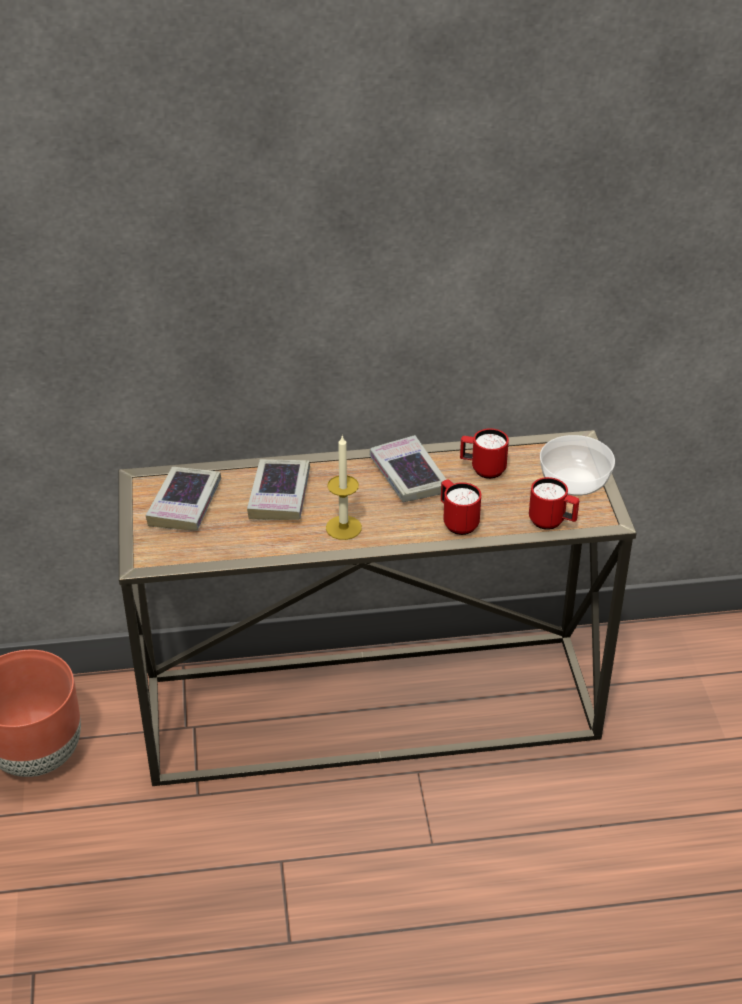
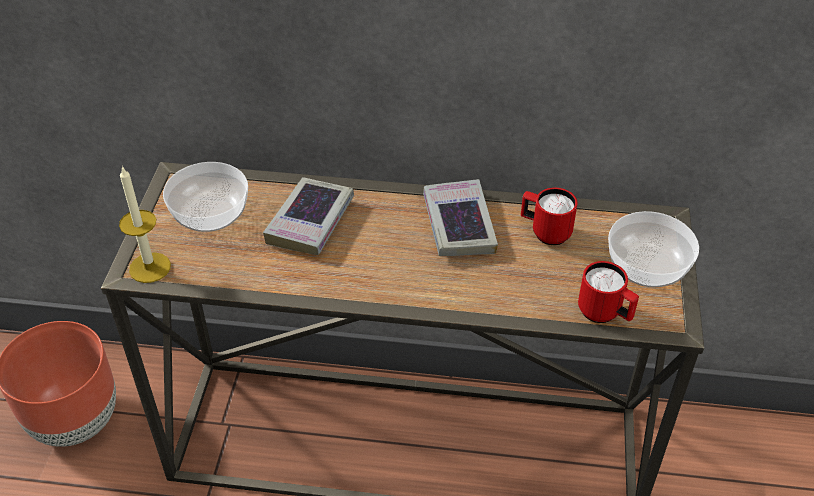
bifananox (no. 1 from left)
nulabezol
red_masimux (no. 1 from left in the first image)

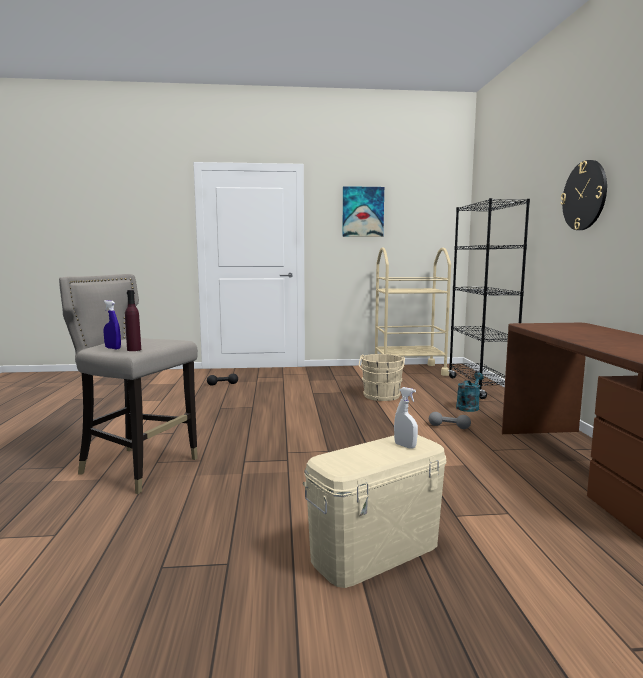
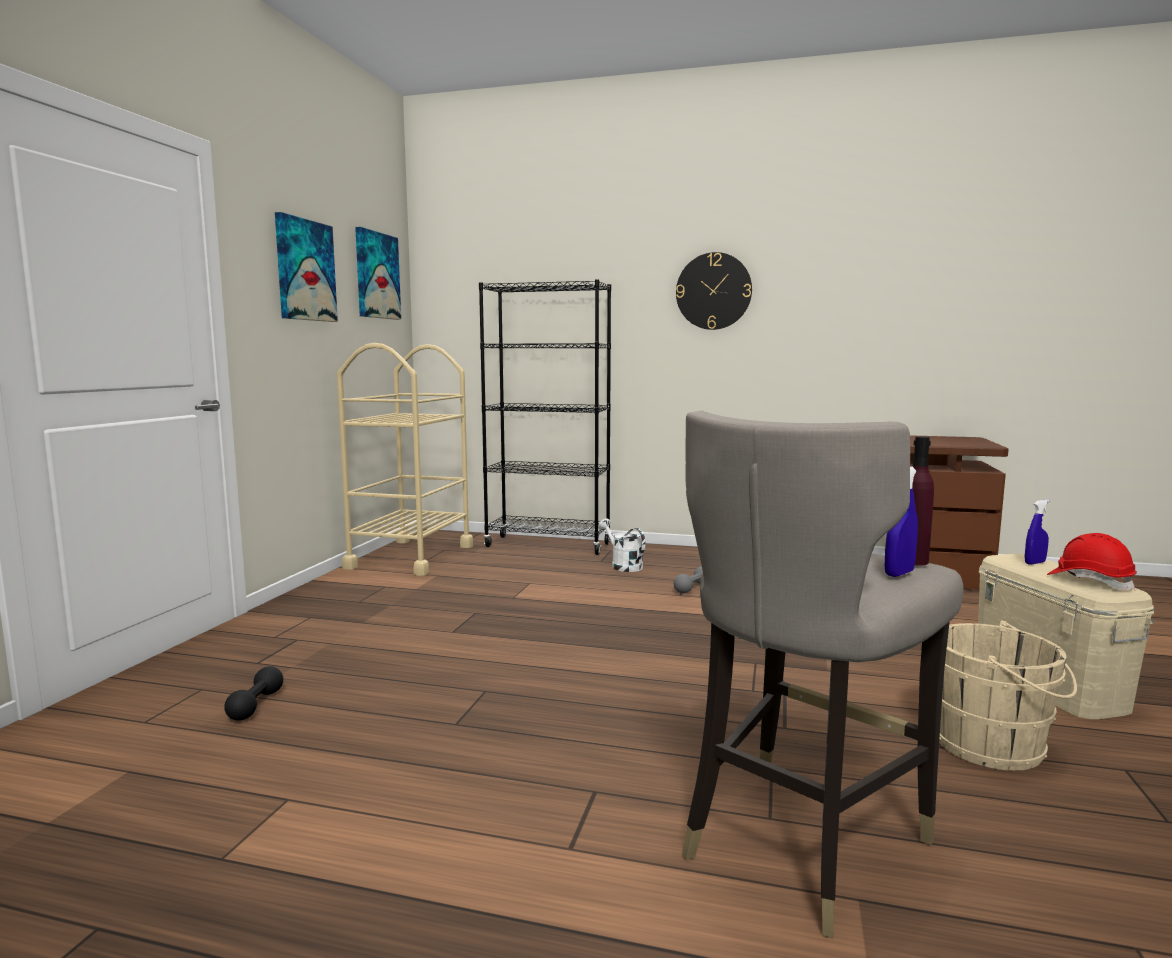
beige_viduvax
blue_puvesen (no. 2 from left)
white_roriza
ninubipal (no. 2 from left)
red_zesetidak

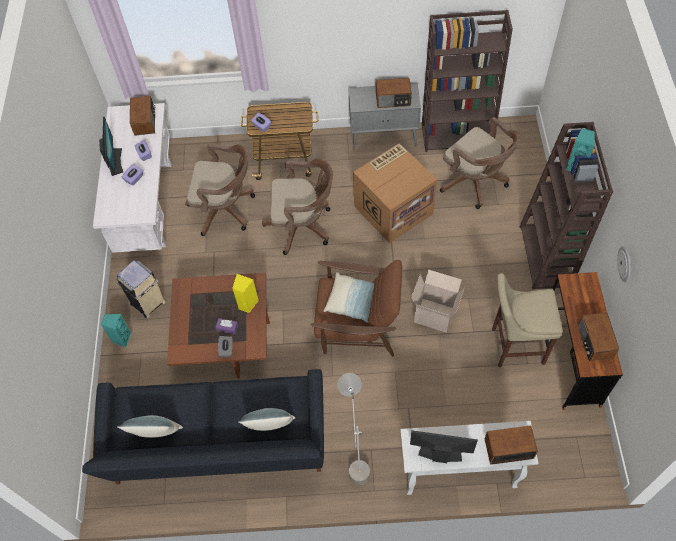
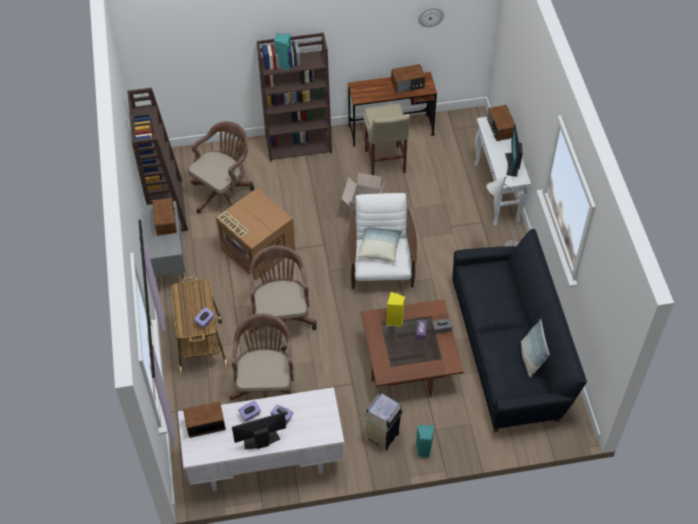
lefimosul (no. 2 from left in the first image)
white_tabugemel
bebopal

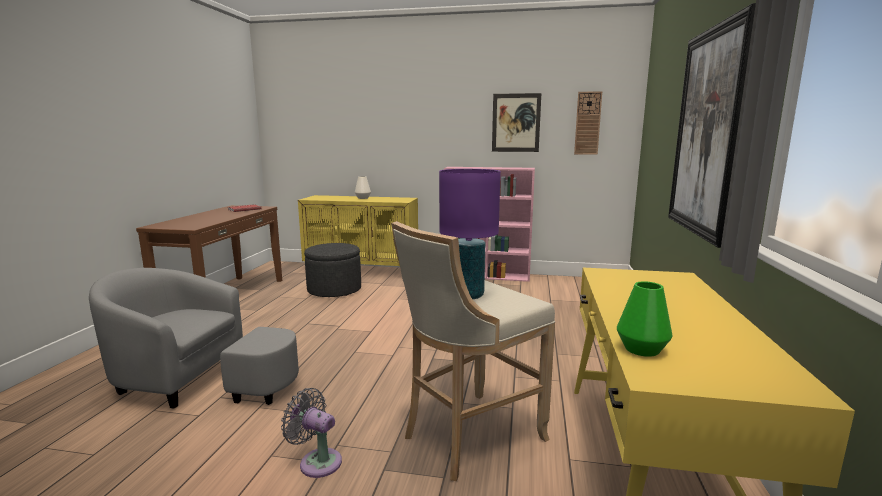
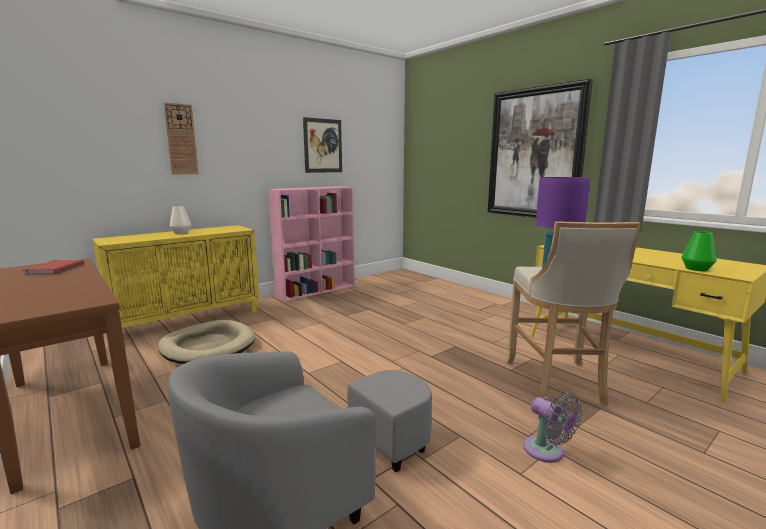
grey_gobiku
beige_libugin
bebopal

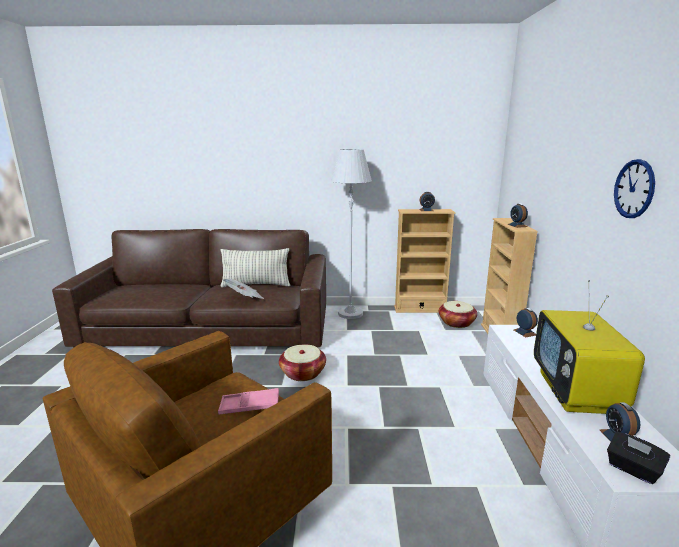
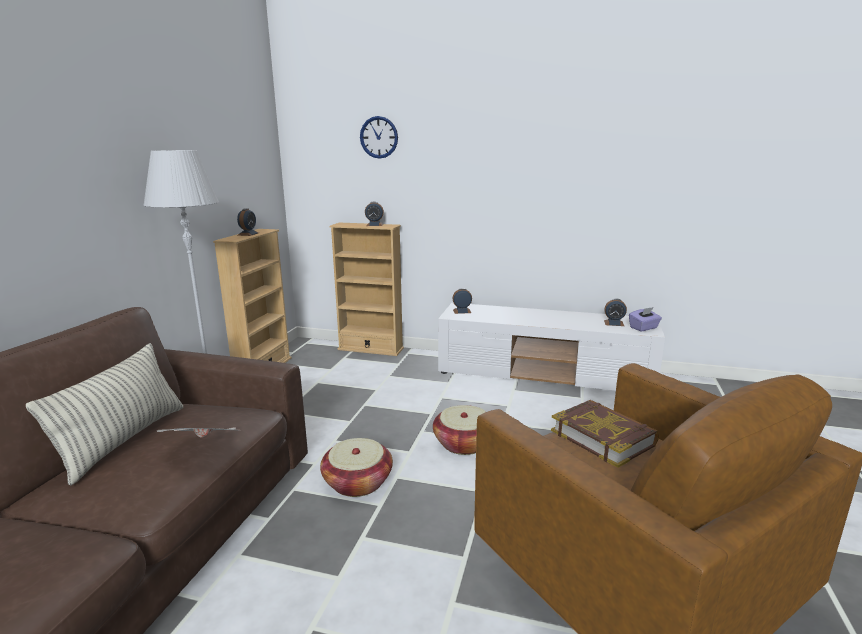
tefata
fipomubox (no. 2 from left)
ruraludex
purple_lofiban
bebopal

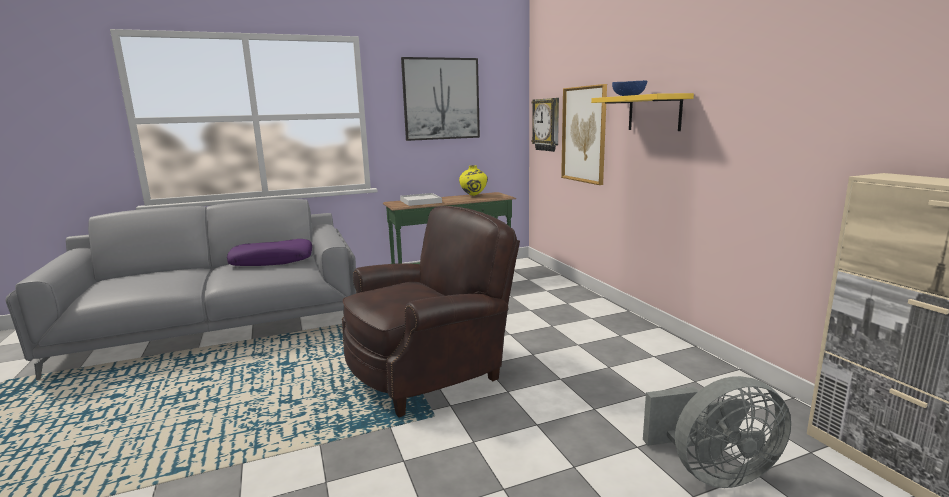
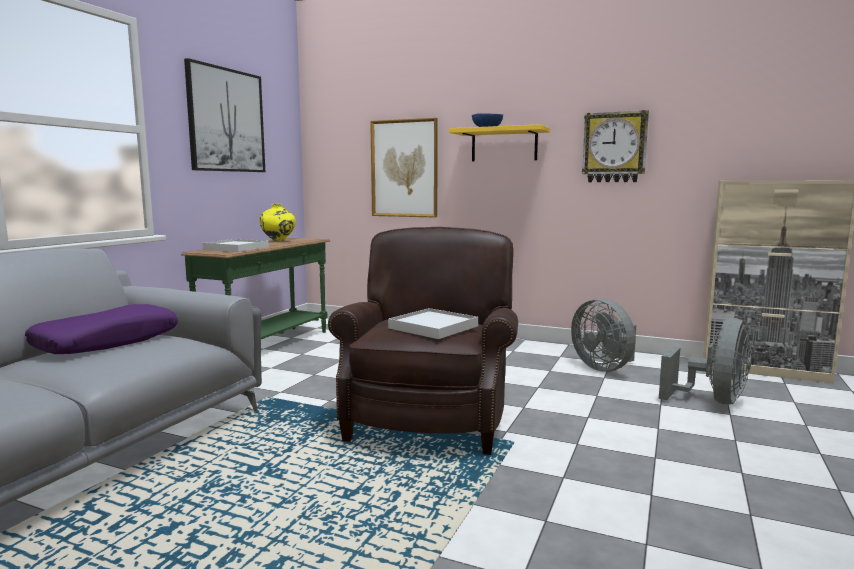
bebopal
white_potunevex (no. 2 from left)
grey_gobiku (no. 1 from left)

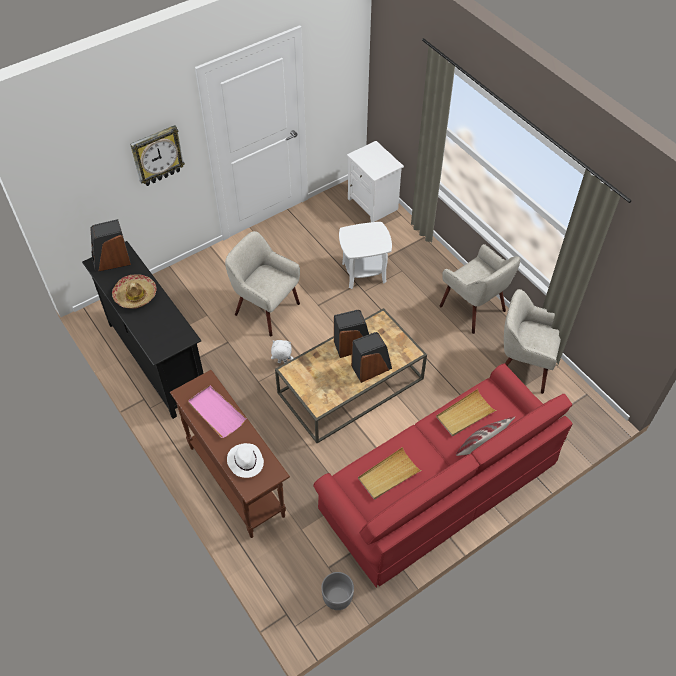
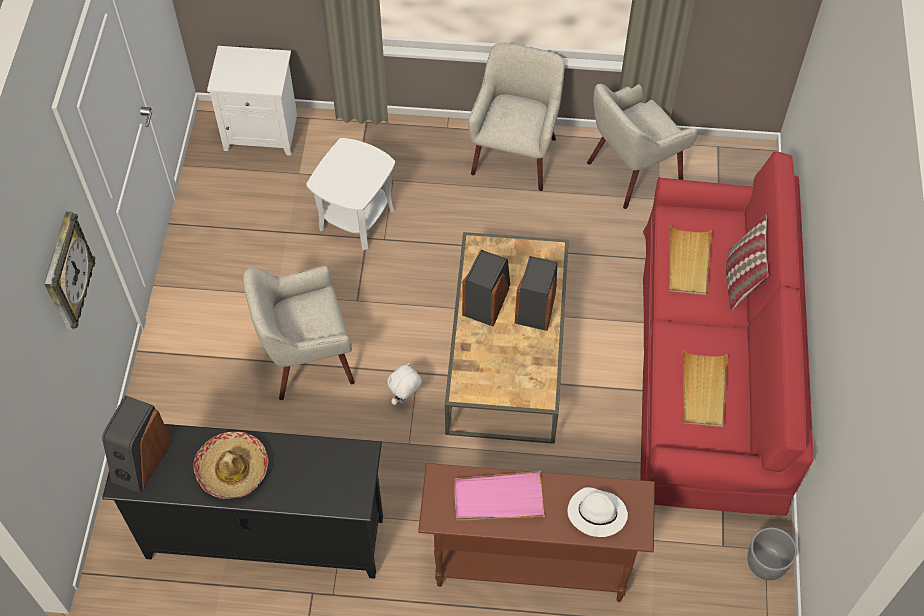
beige_tabugemel (no. 2 from left)

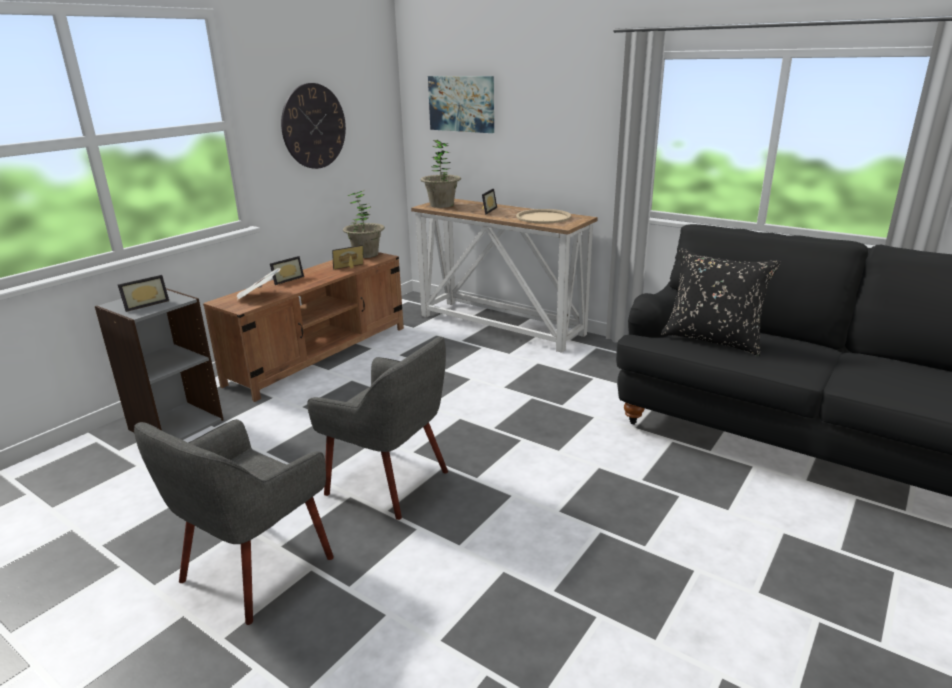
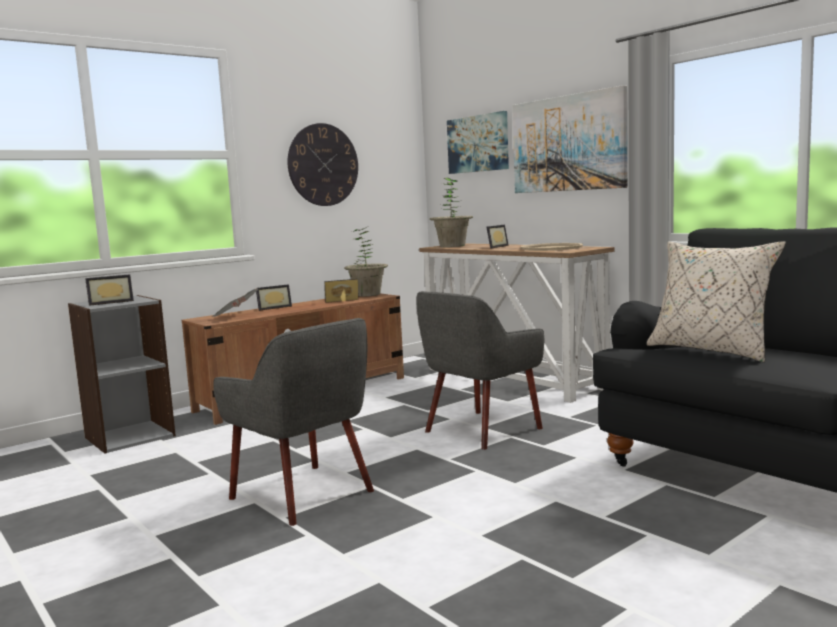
grey_tabugemel (no. 2 from left)
beige_lefimosul
ninubipal (no. 2 from left)

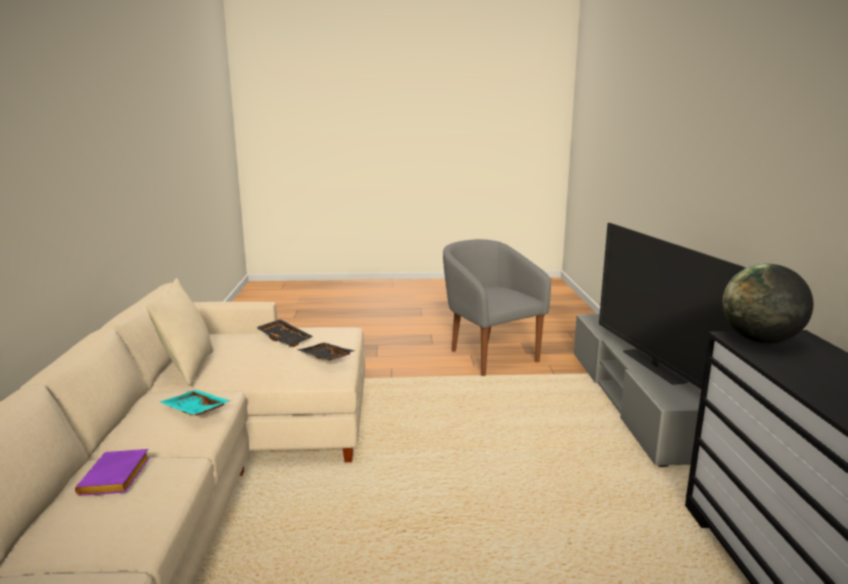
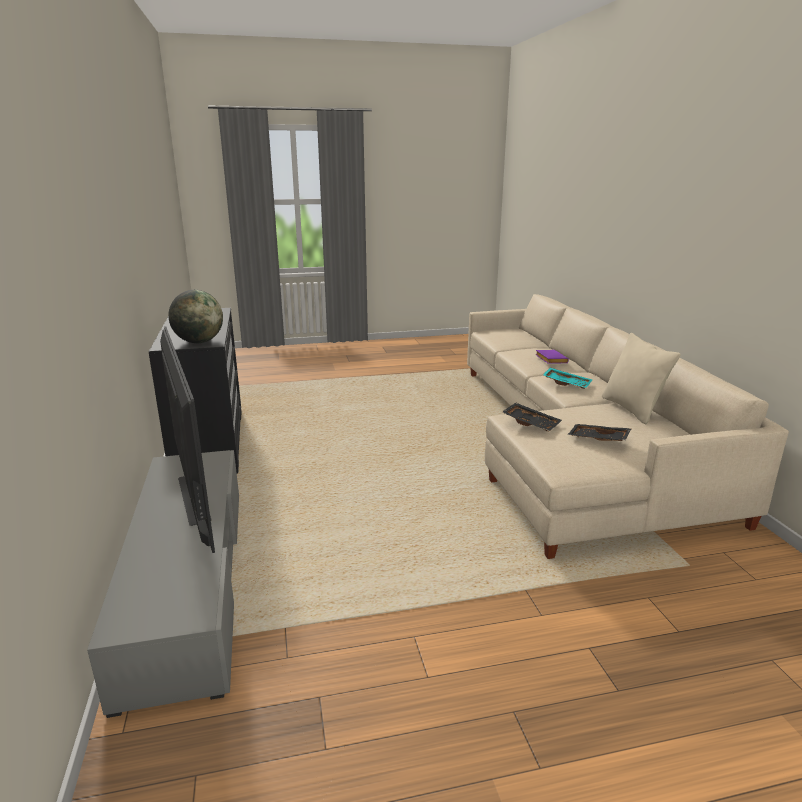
grey_tabugemel

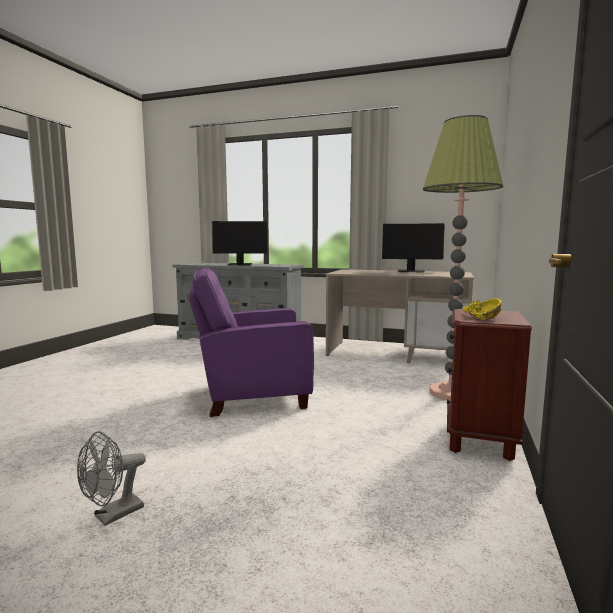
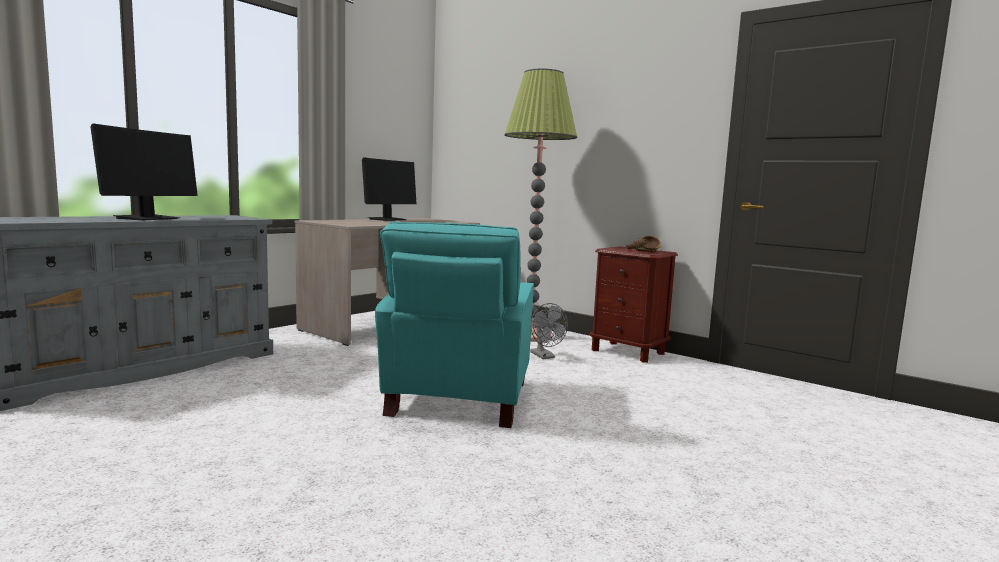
grey_gobiku
turquoise_tabugemel
brown_bifananox

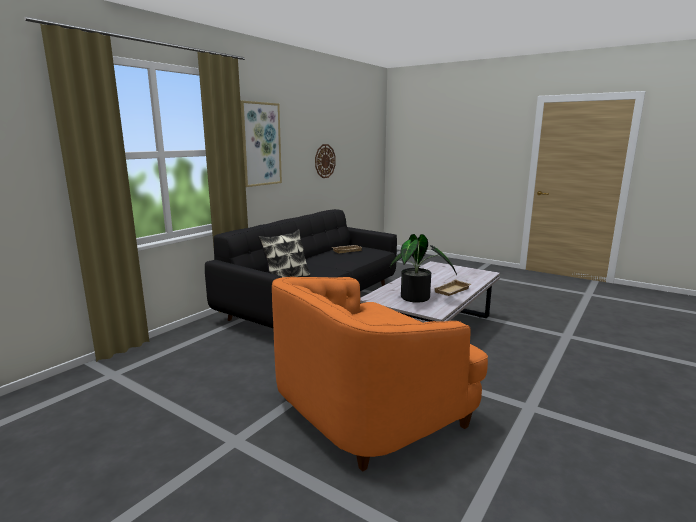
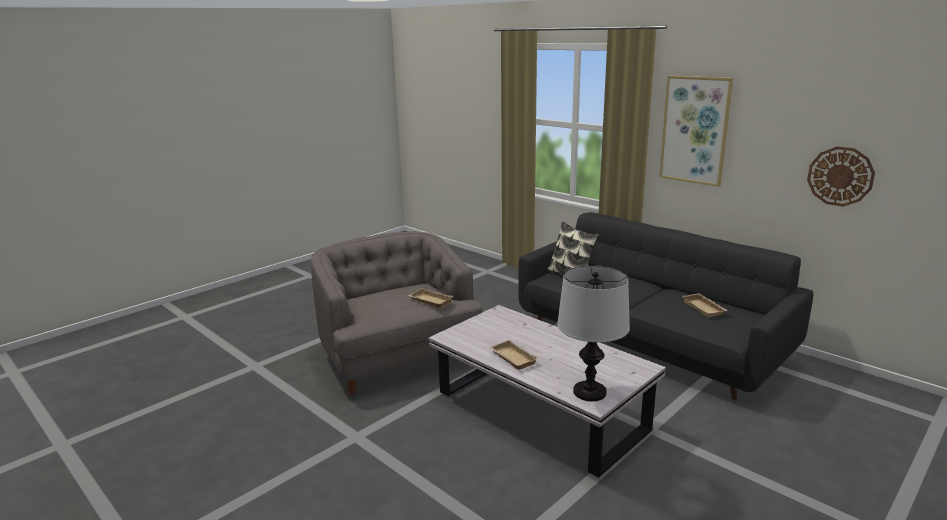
grey_tabugemel
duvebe
beige_potunevex (no. 1 from left)
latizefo

